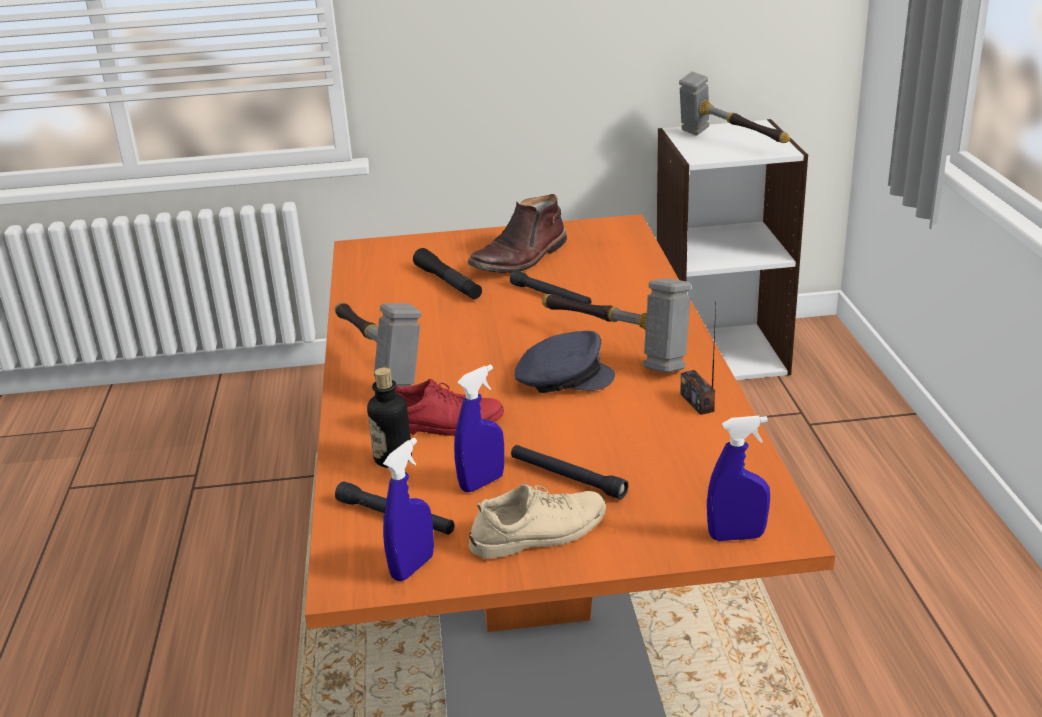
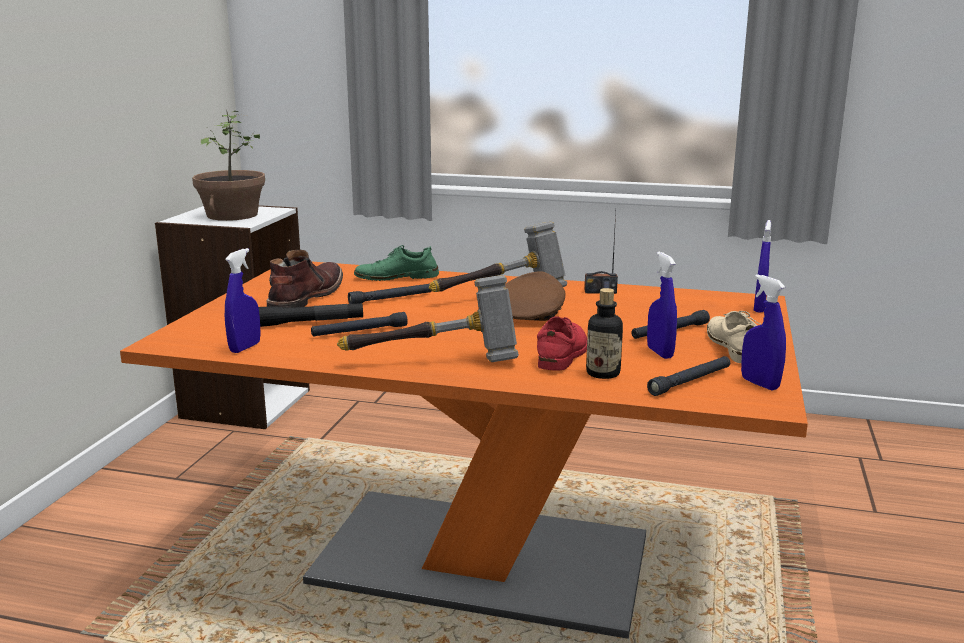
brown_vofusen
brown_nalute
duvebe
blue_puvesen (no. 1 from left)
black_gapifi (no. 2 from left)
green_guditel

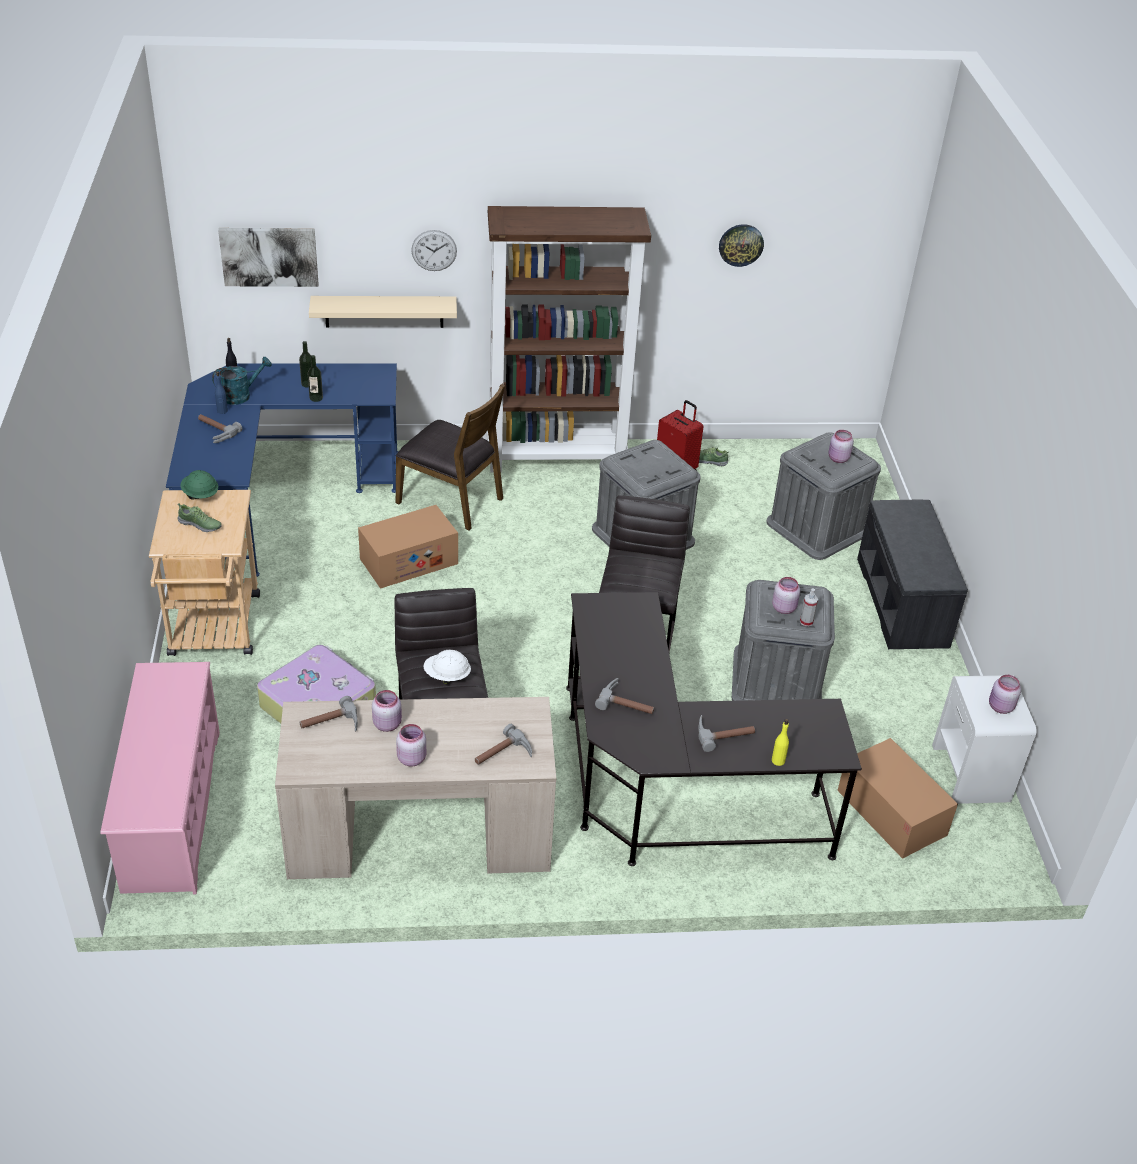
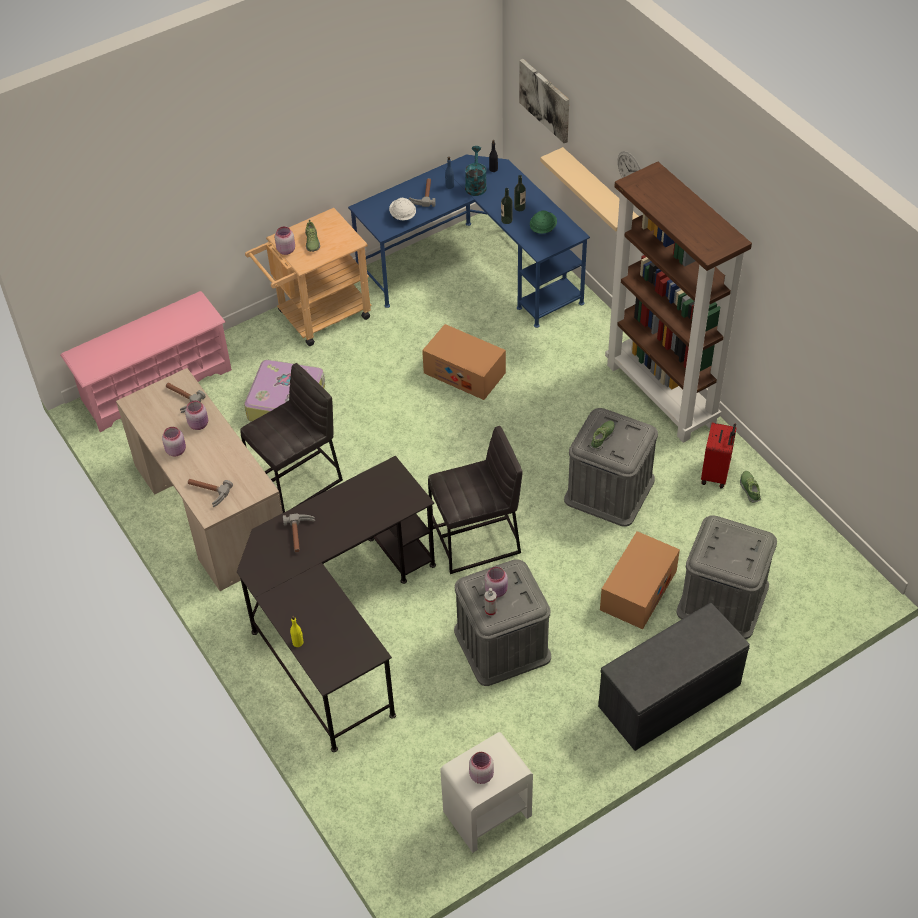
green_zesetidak
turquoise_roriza
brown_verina
white_zesetidak
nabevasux (no. 5 from left in the first image)
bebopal (no. 2 from left in the first image)
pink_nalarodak (no. 3 from left)
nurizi (no. 2 from left)
guditel (no. 2 from left)

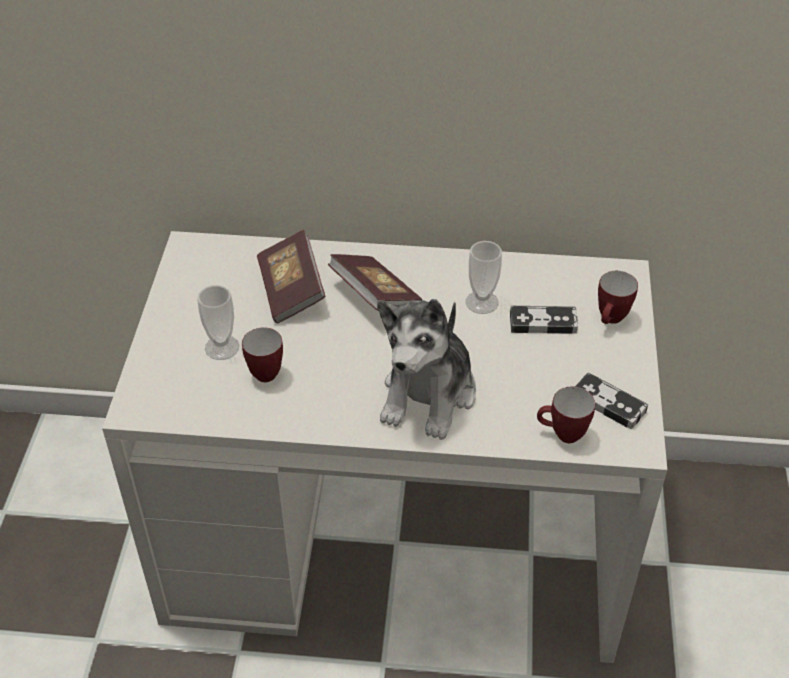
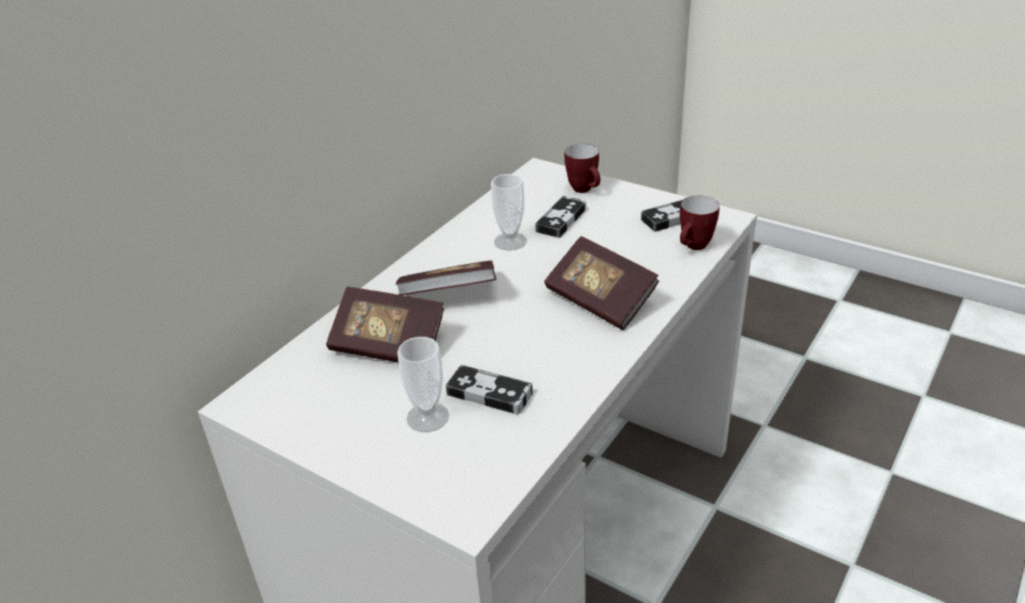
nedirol (no. 1 from left)
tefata (no. 3 from left)

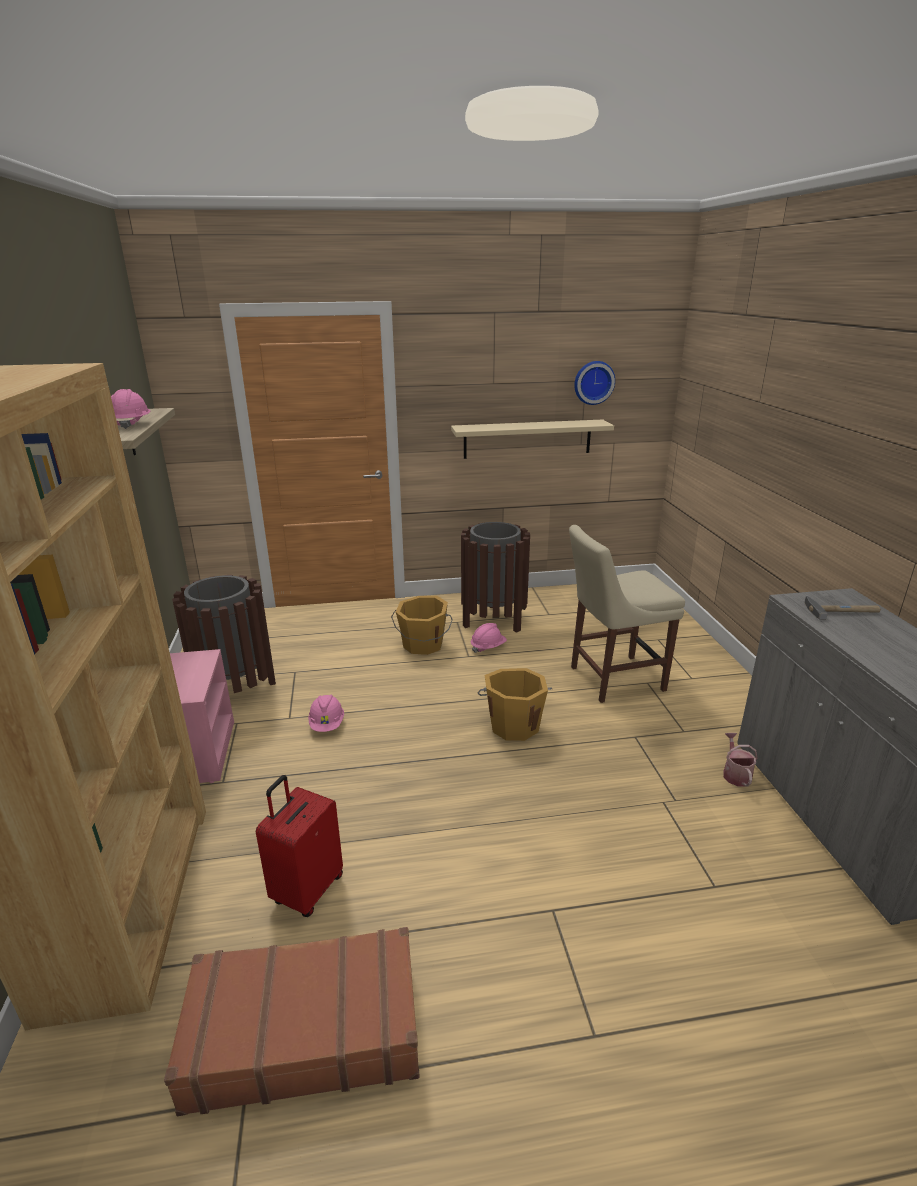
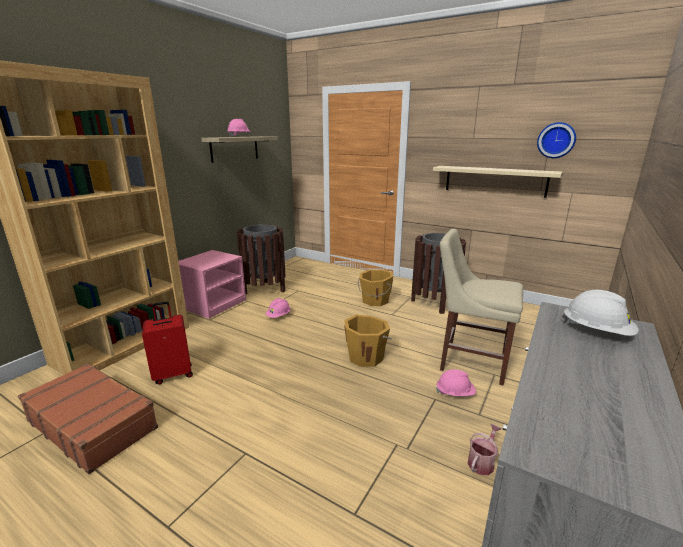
pink_zesetidak (no. 3 from left)
white_zesetidak

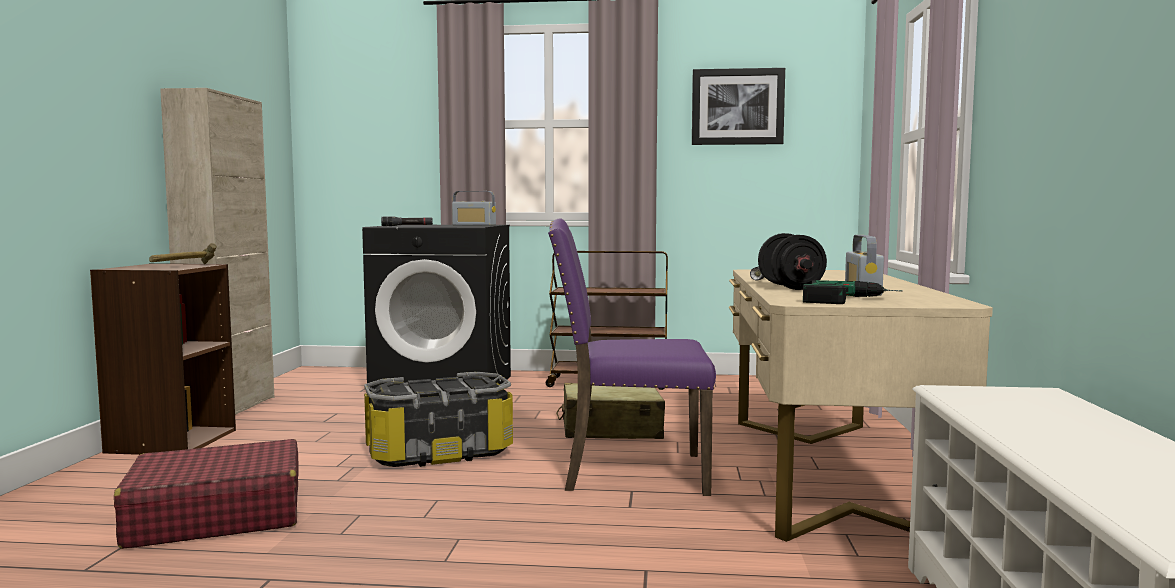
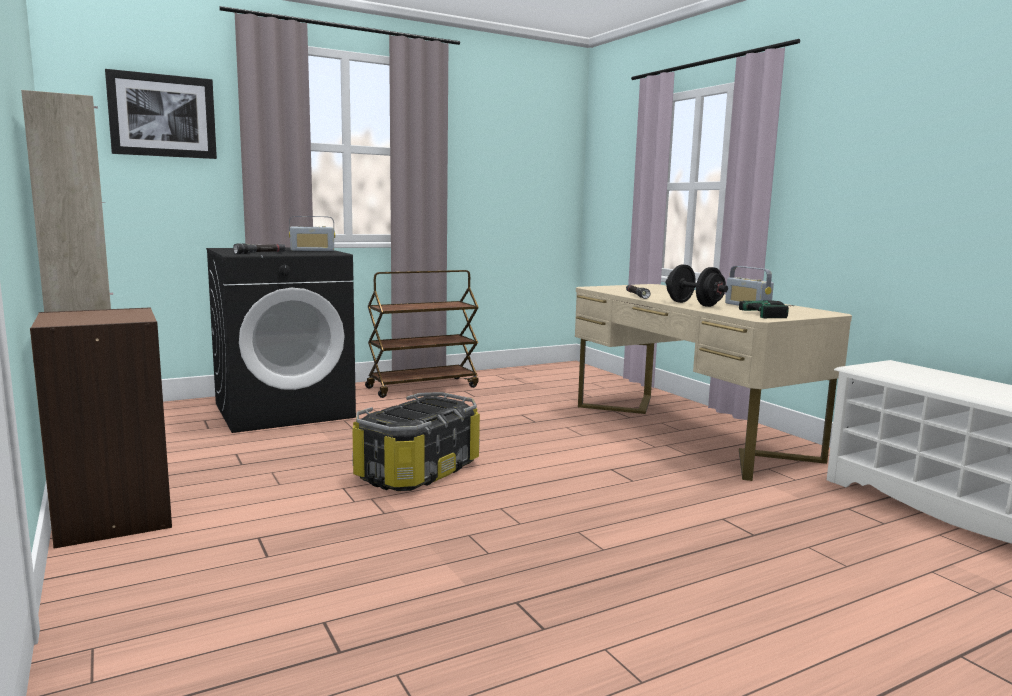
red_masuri
nabevasux
purple_verina
beige_masuri
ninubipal

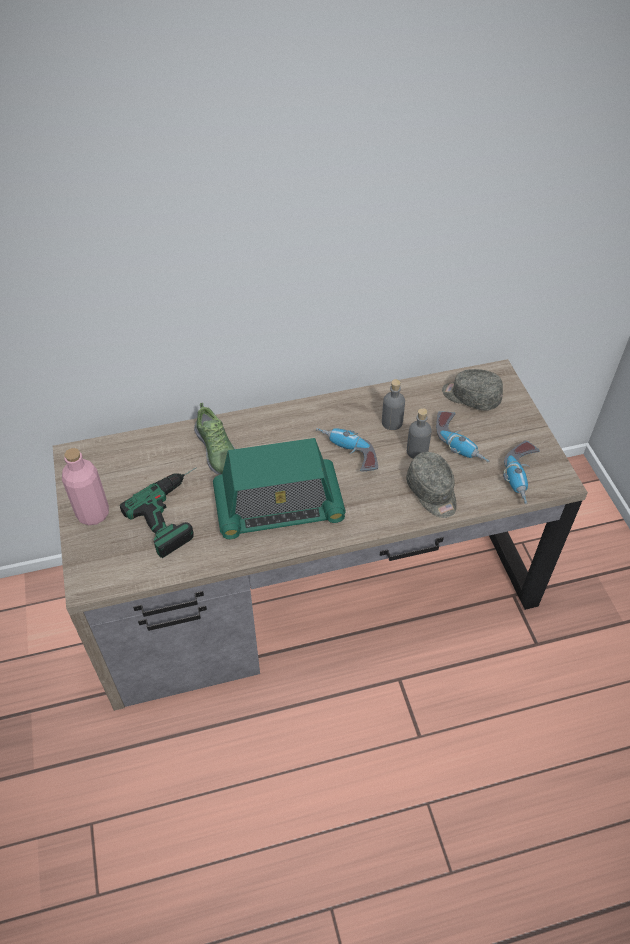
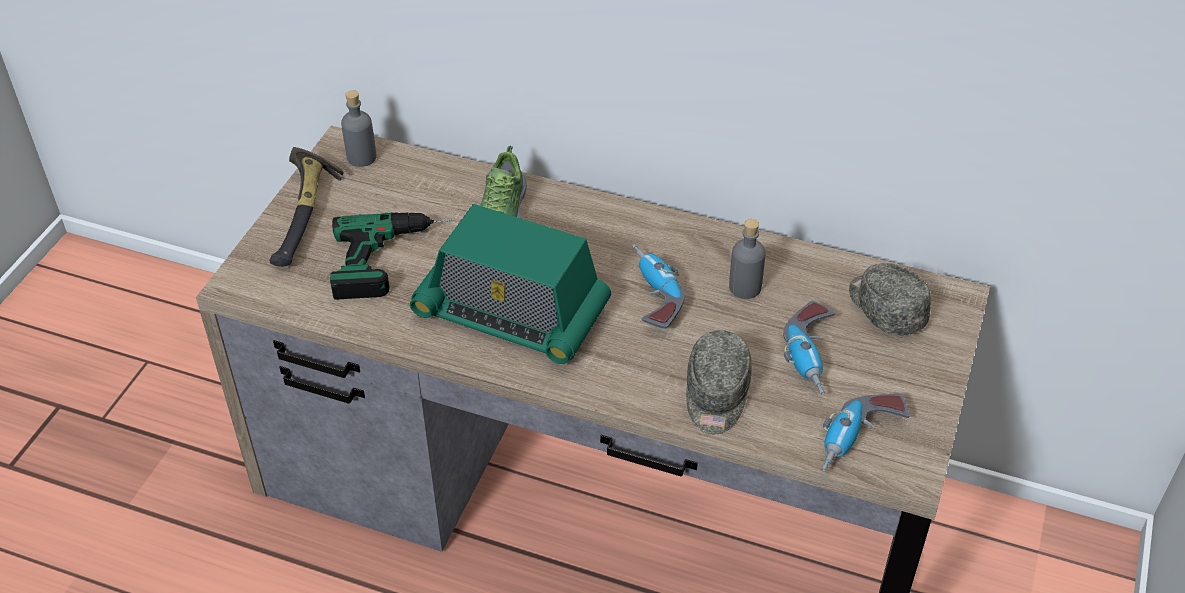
nabevasux
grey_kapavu (no. 1 from left)

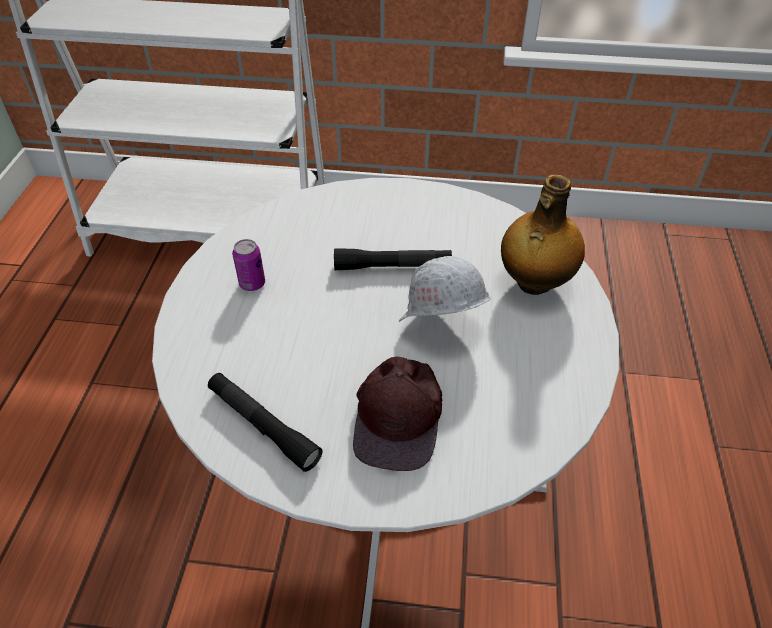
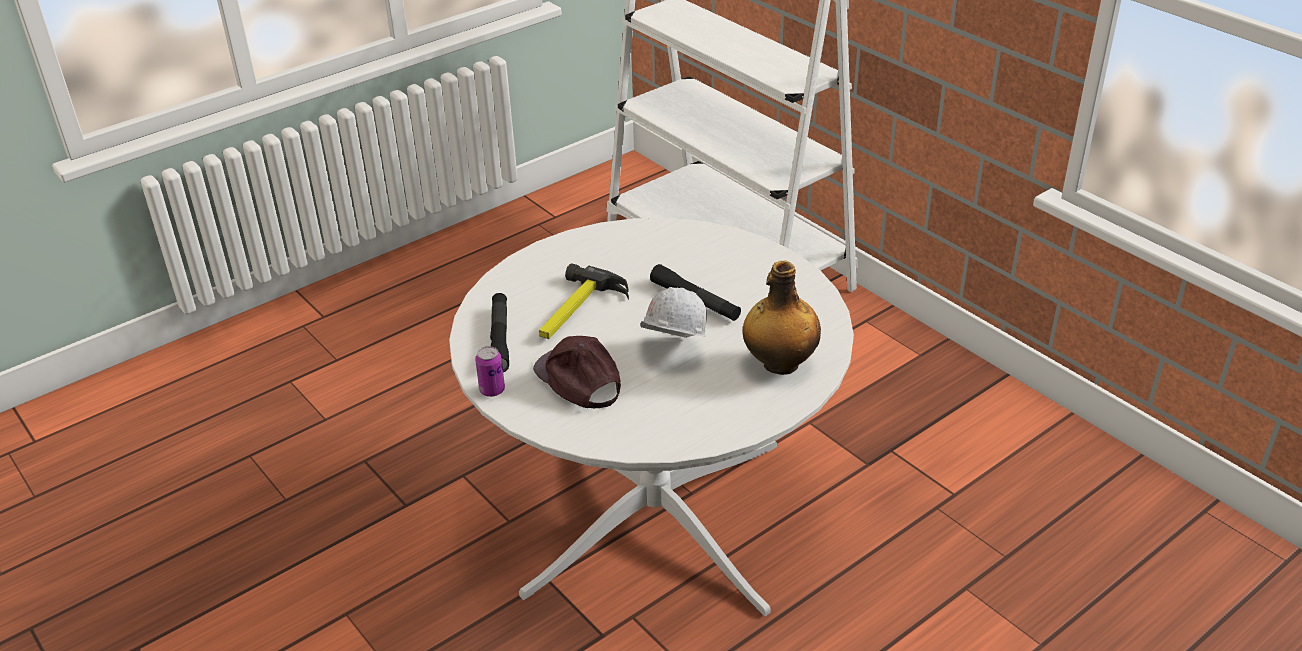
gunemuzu
brown_nalute
nabevasux

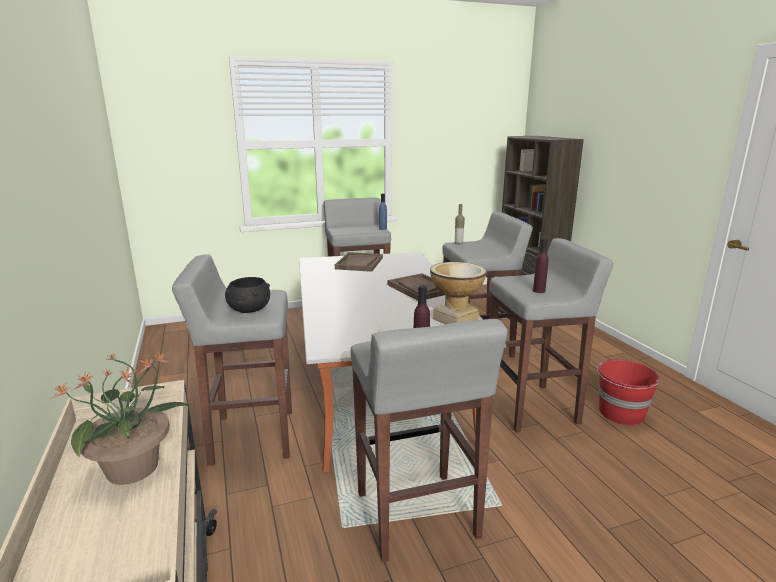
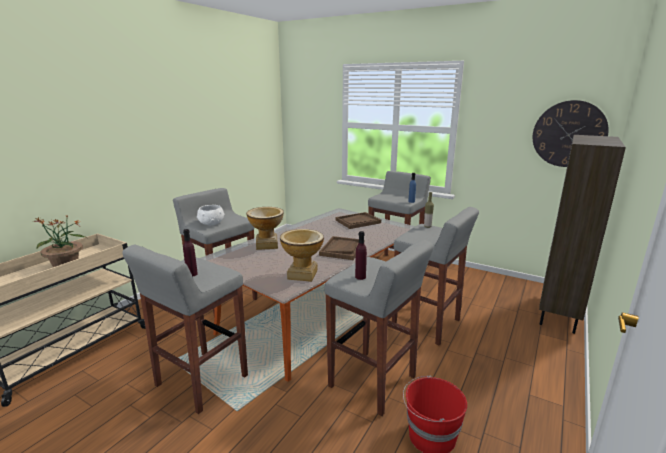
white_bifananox
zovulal (no. 1 from left)
bebopal

